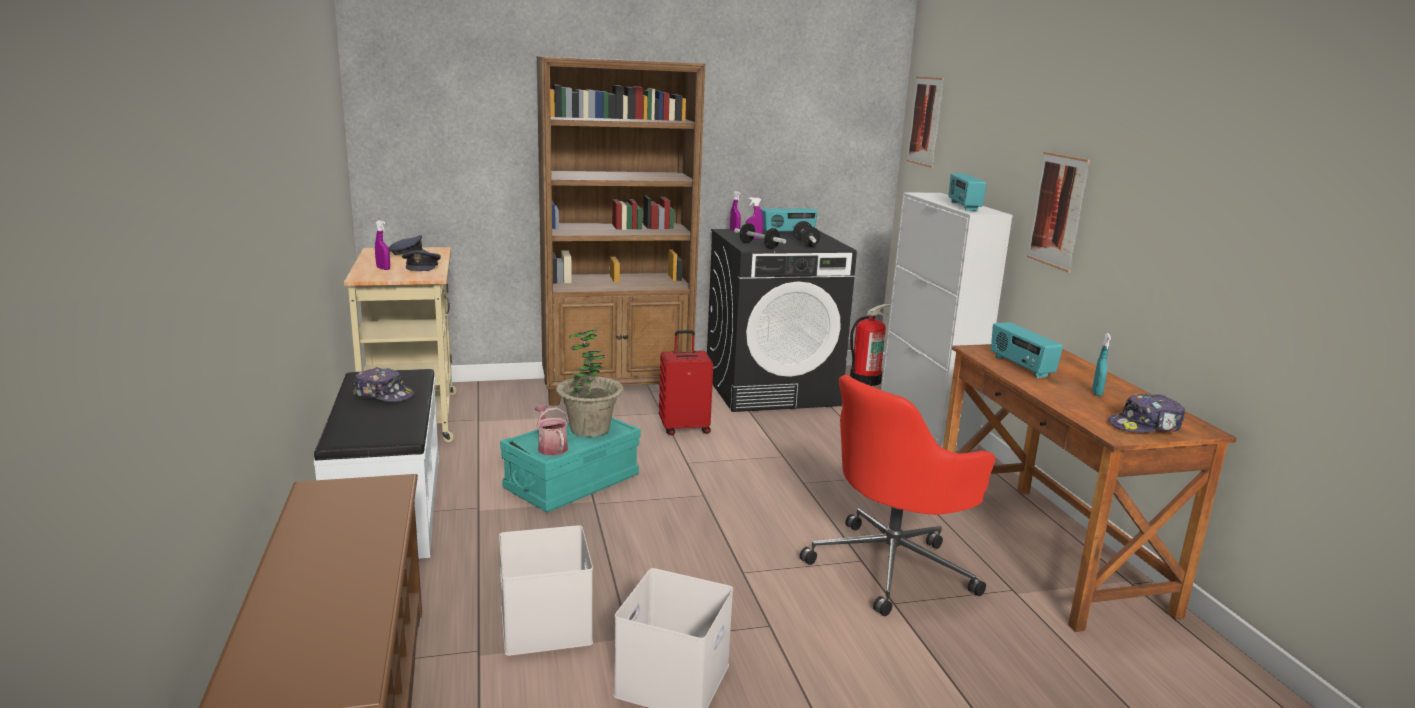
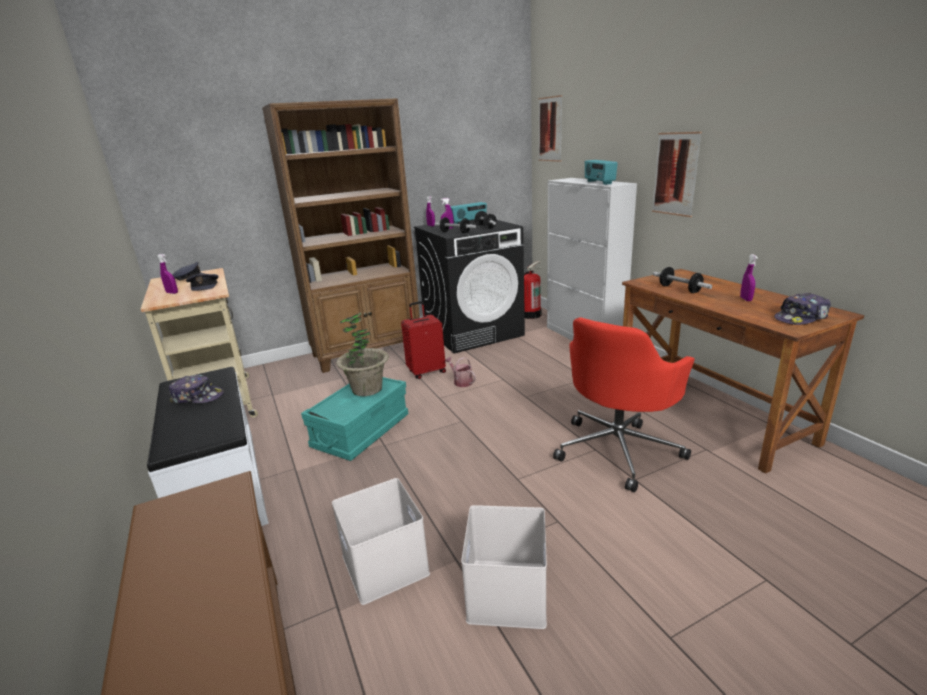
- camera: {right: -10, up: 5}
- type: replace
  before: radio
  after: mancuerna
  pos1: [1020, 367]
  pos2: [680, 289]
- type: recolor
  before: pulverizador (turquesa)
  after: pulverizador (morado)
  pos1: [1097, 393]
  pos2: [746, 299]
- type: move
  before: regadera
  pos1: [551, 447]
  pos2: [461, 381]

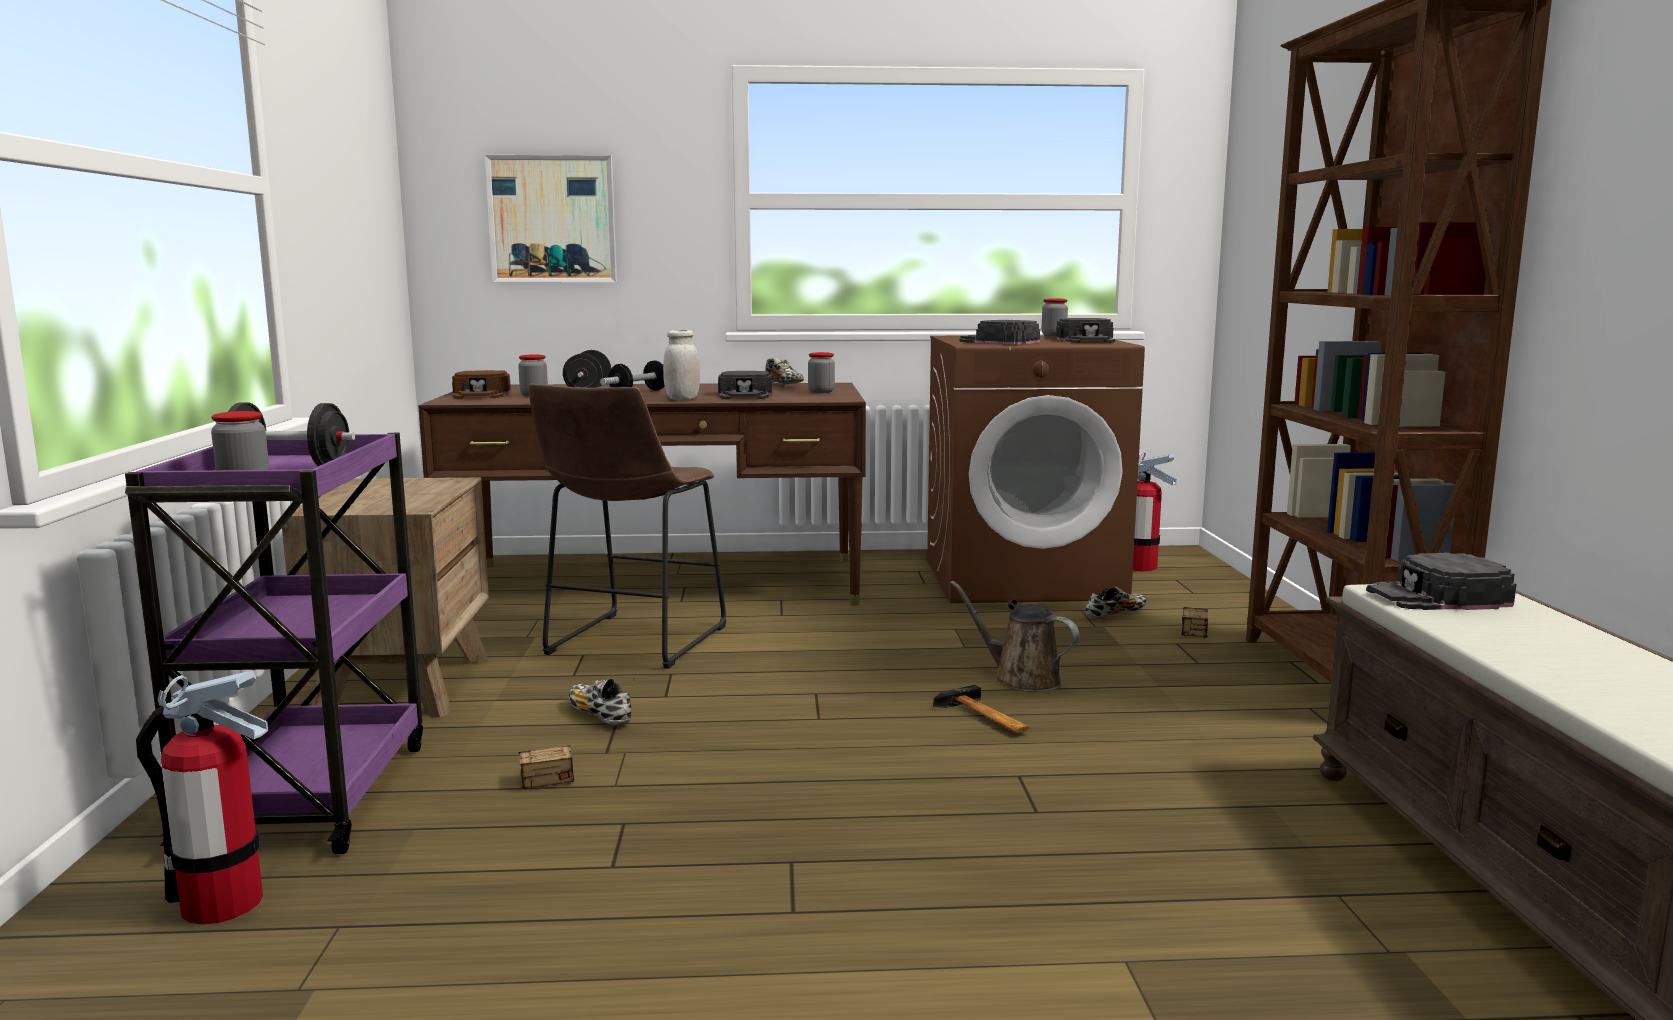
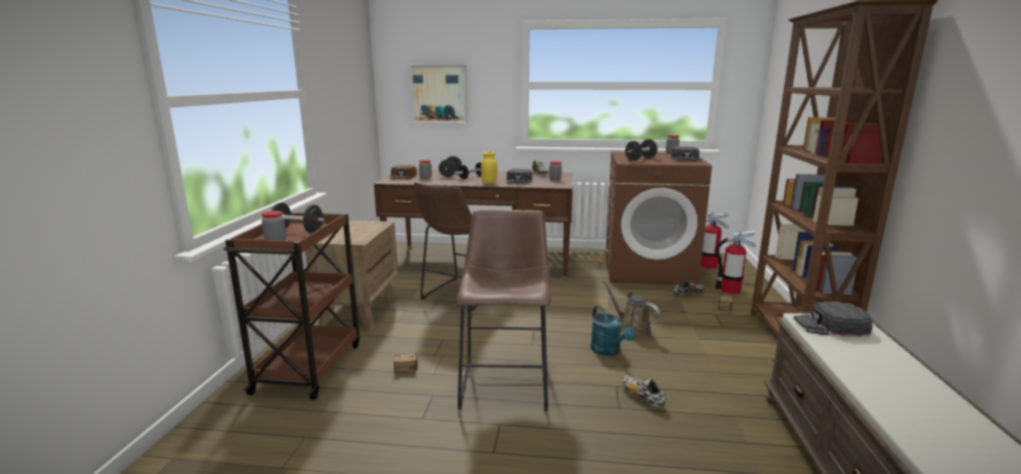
- camera: {right: 10, up: 5}
- type: replace
  before: gorra (negro)
  after: mancuerna (negro)
  pos1: [999, 342]
  pos2: [640, 159]
- type: recolor
  before: tarro (blanco)
  after: tarro (amarillo)
  pos1: [682, 399]
  pos2: [489, 183]
- type: recolor
  before: carrito (morado)
  after: carrito (marrón)
  pos1: [311, 794]
  pos2: [309, 366]
- type: move
  before: extintor
  pos1: [220, 904]
  pos2: [730, 290]
- type: move
  before: zapato
  pos1: [599, 715]
  pos2: [642, 396]
- type: replace
  before: martillo
  after: regadera (turquesa)
  pos1: [985, 718]
  pos2: [609, 351]
- type: insert
  after: taburete (marrón)
  pos2: [505, 380]

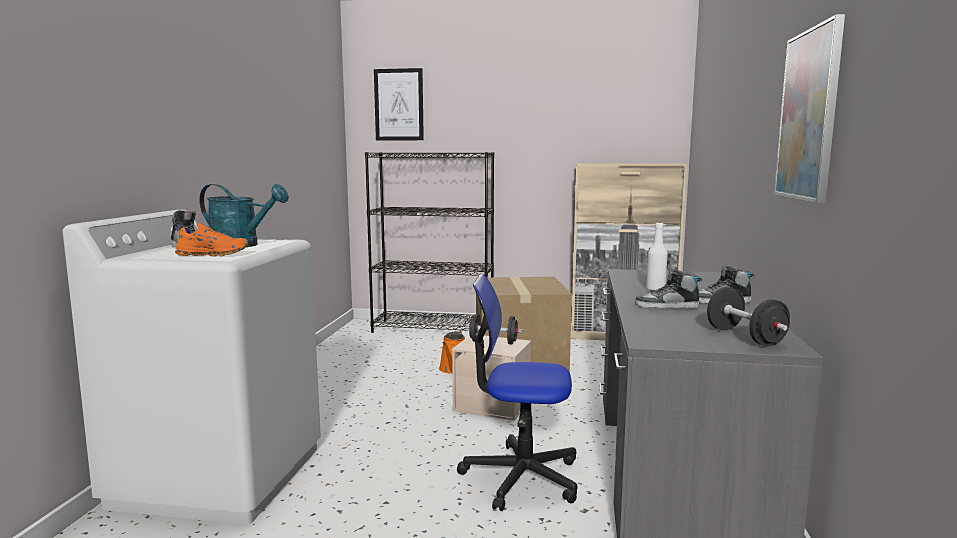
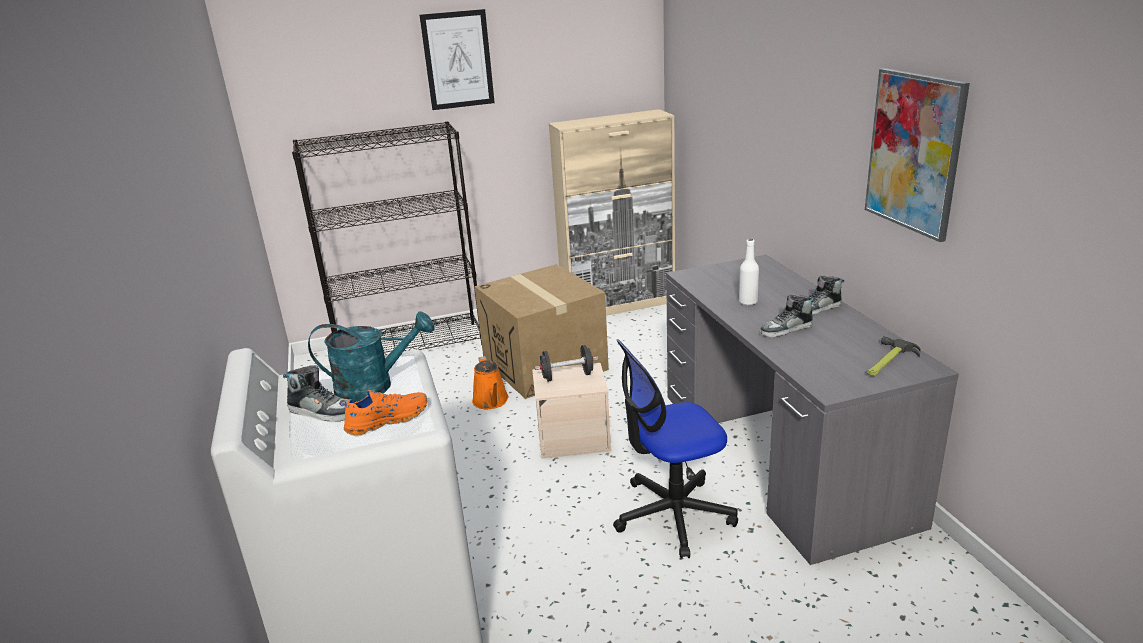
- camera: {right: -25, up: 15}
- type: move
  before: cuadro
  pos1: [399, 105]
  pos2: [458, 60]
- type: replace
  before: mancuerna (negro)
  after: martillo
  pos1: [745, 337]
  pos2: [887, 361]

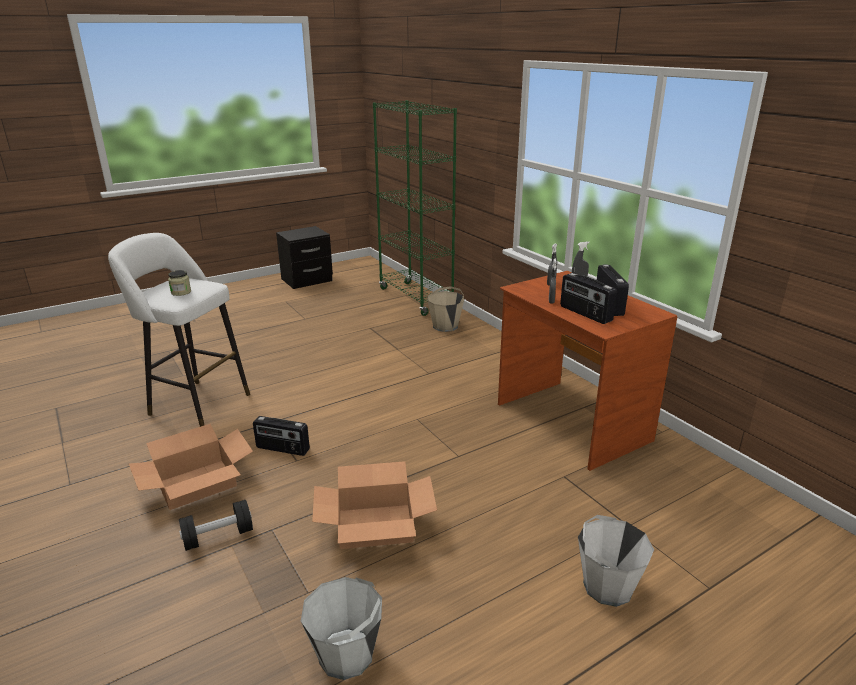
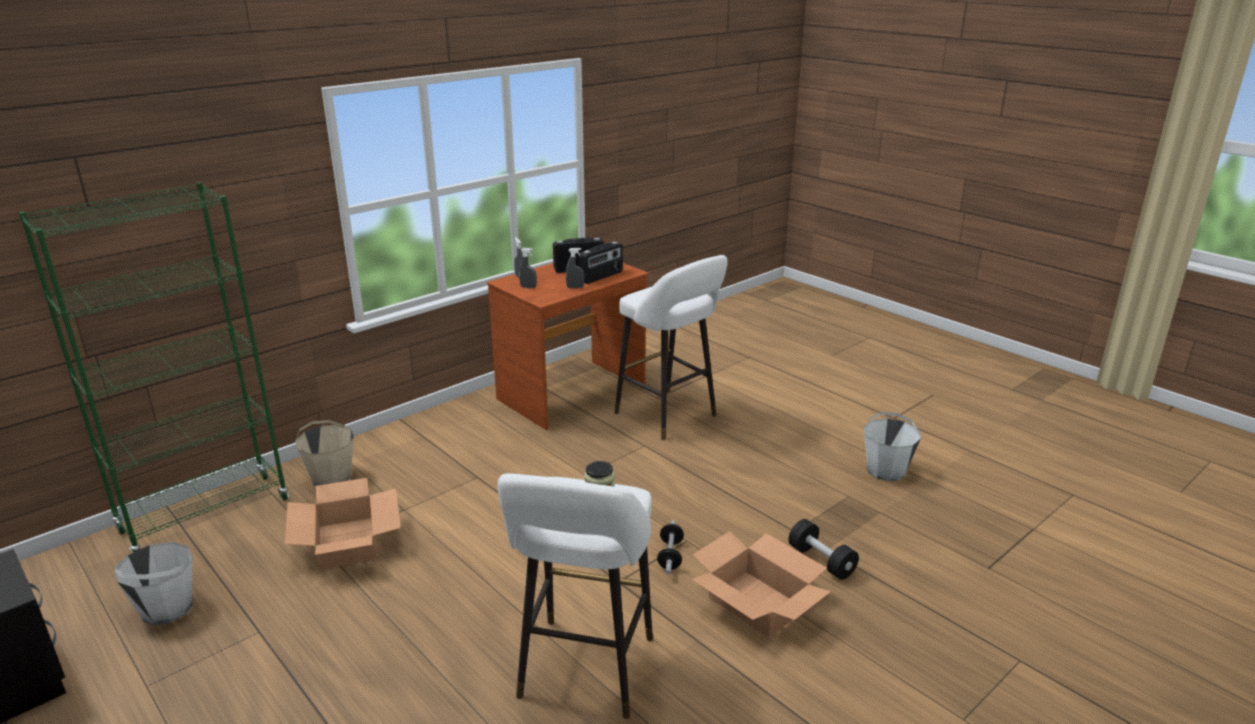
- camera: {right: -100, up: 0}
- type: replace
  before: radio
  after: mancuerna
  pos1: [282, 449]
  pos2: [670, 556]
- type: move
  before: caja de cartón
  pos1: [375, 526]
  pos2: [347, 542]
- type: move
  before: cubo (blanco)
  pos1: [607, 586]
  pos2: [166, 608]
- type: insert
  after: taburete (blanco)
  pos2: [669, 416]

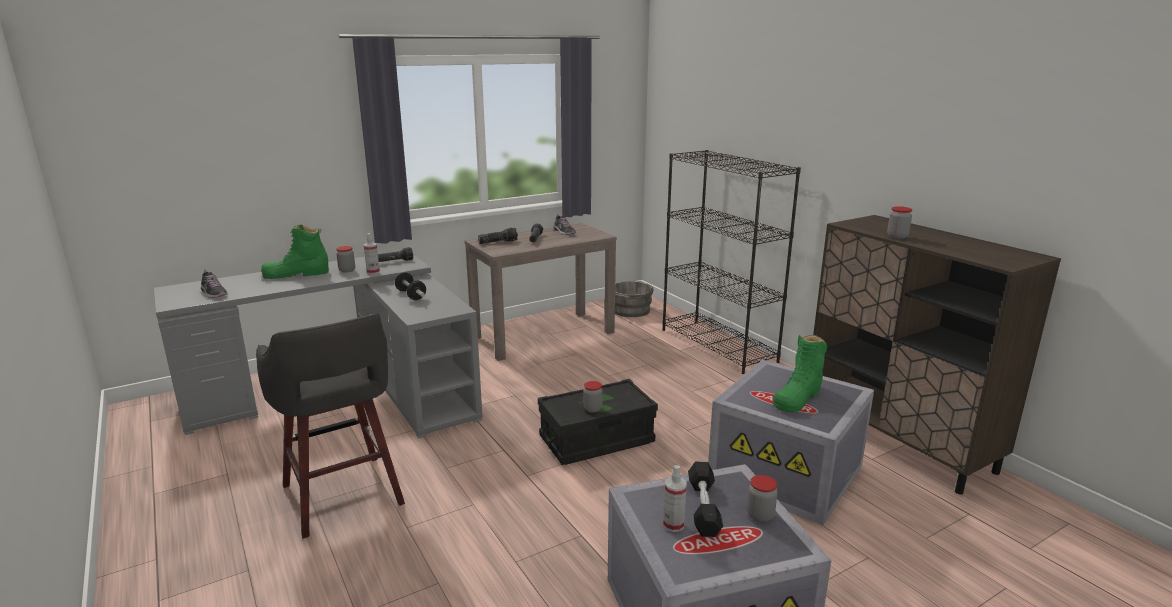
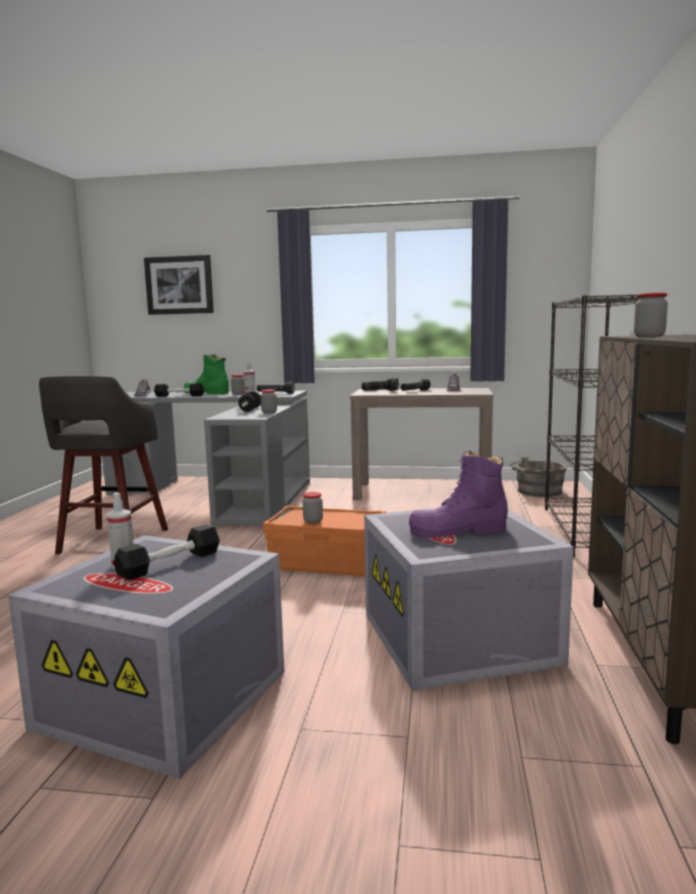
- camera: {right: 40, up: -10}
- type: recolor
  before: bota (verde)
  after: bota (morado)
  pos1: [798, 397]
  pos2: [458, 531]
- type: recolor
  before: caja de almacenaje (negro)
  after: caja de almacenaje (naranja)
  pos1: [596, 440]
  pos2: [327, 562]
- type: move
  before: tarro
  pos1: [760, 515]
  pos2: [269, 412]
- type: insert
  after: cuadro
  pos2: [179, 285]
- type: insert
  after: mancuerna (negro)
  pos2: [179, 396]

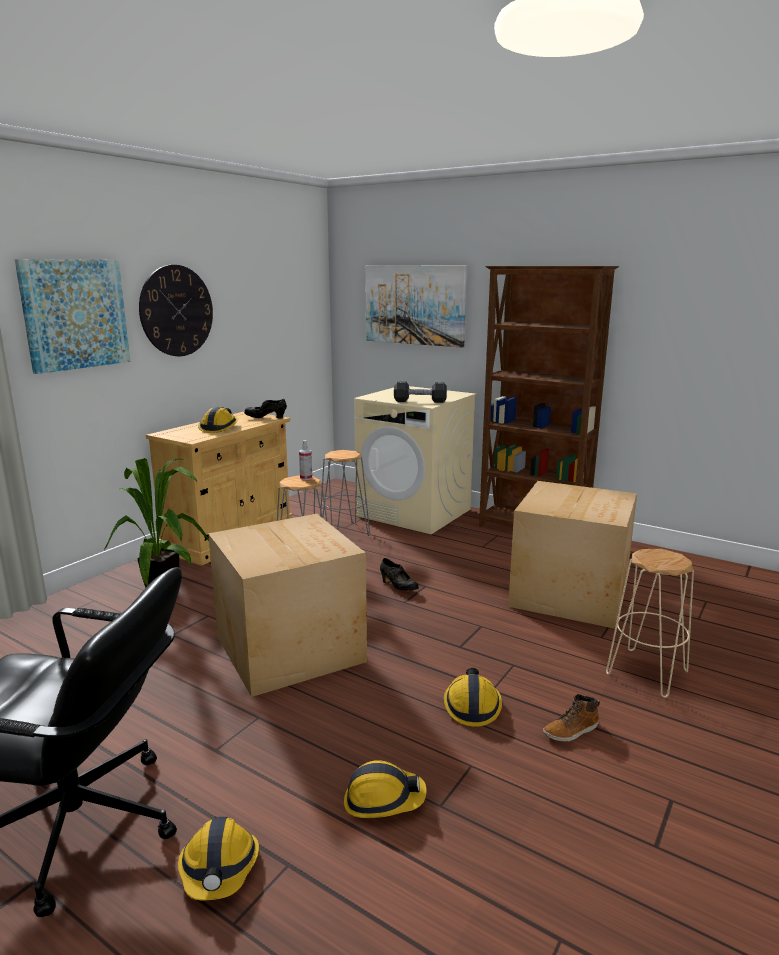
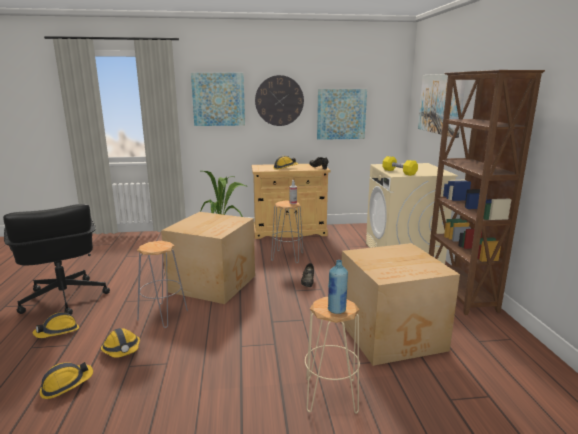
- camera: {right: 50, up: 0}
- type: recolor
  before: mancuerna (negro)
  after: mancuerna (amarillo)
  pos1: [420, 401]
  pos2: [399, 172]
- type: move
  before: taburete (gris)
  pos1: [344, 532]
  pos2: [163, 315]
- type: move
  before: casco
  pos1: [472, 705]
  pos2: [66, 385]
- type: delete
  before: bota
  pos1: [571, 731]
- type: insert
  after: cuadro
  pos2: [341, 114]
- type: insert
  after: botella (azul)
  pos2: [336, 310]

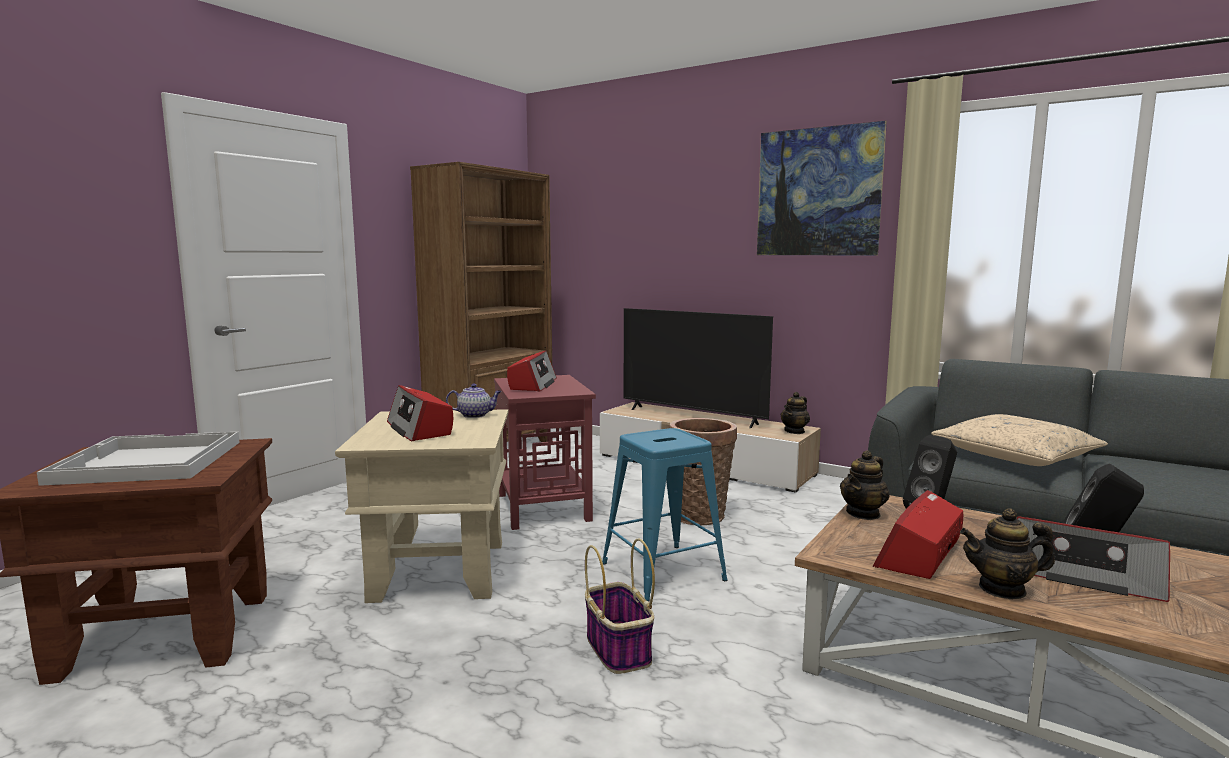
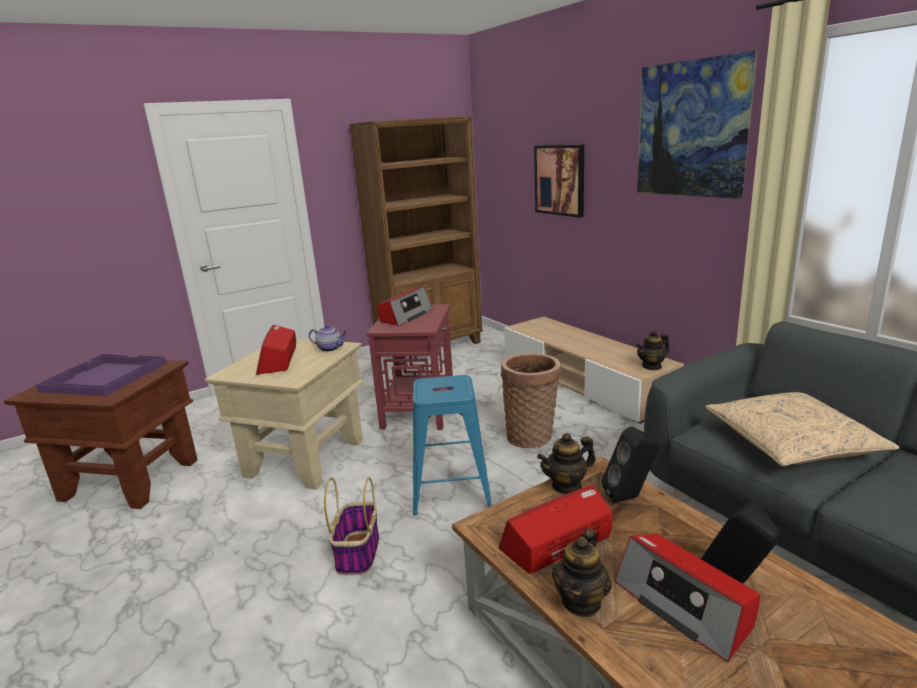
- camera: {right: 25, up: 10}
- type: delete
  before: televisor
  pos1: [692, 416]
- type: recolor
  before: bandeja (blanco)
  after: bandeja (morado)
  pos1: [147, 462]
  pos2: [103, 377]
- type: rotate
  before: tetera
  pos1: [1002, 589]
  pos2: [581, 601]
  turn: -90
- type: insert
  after: cuadro
  pos2: [560, 180]

